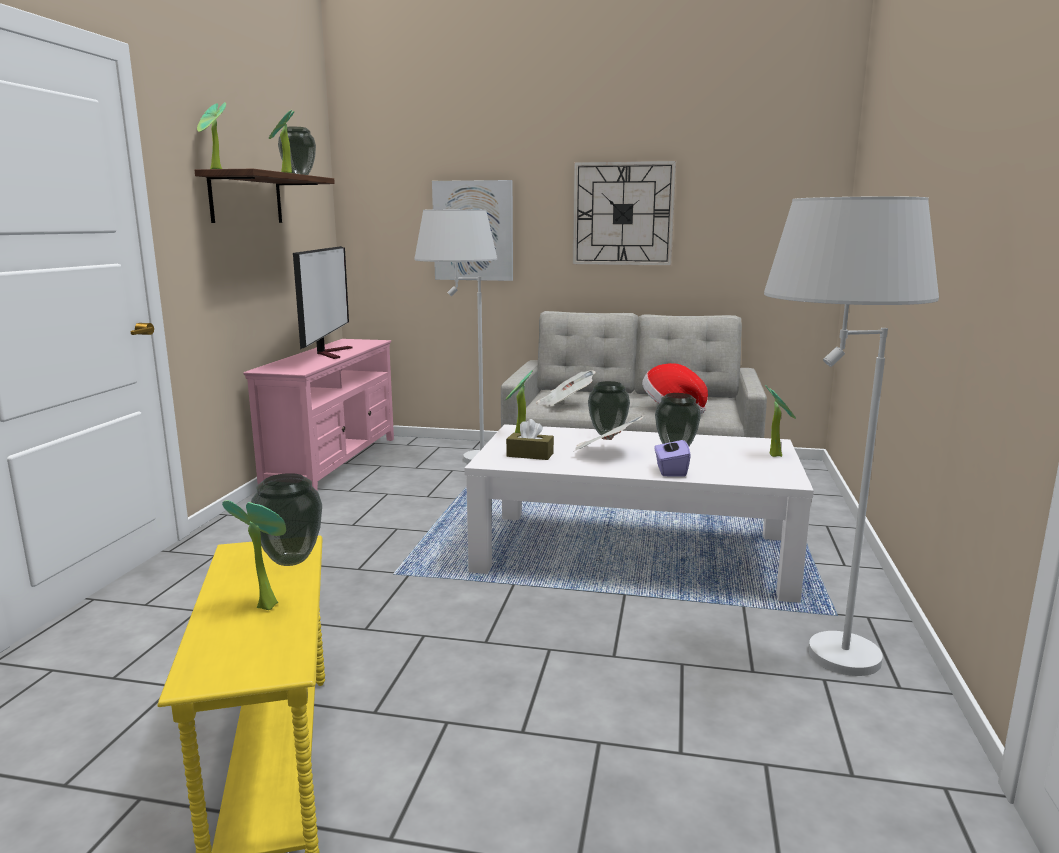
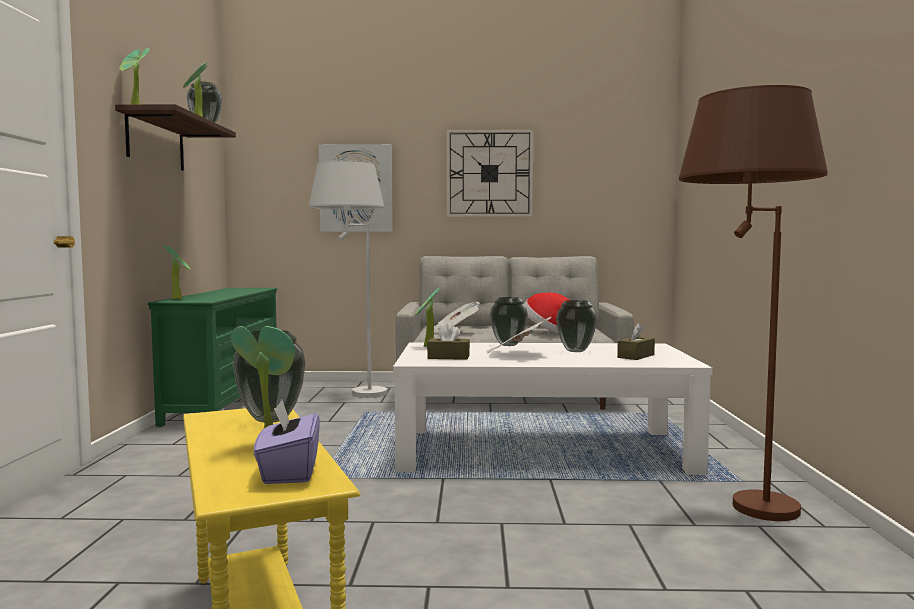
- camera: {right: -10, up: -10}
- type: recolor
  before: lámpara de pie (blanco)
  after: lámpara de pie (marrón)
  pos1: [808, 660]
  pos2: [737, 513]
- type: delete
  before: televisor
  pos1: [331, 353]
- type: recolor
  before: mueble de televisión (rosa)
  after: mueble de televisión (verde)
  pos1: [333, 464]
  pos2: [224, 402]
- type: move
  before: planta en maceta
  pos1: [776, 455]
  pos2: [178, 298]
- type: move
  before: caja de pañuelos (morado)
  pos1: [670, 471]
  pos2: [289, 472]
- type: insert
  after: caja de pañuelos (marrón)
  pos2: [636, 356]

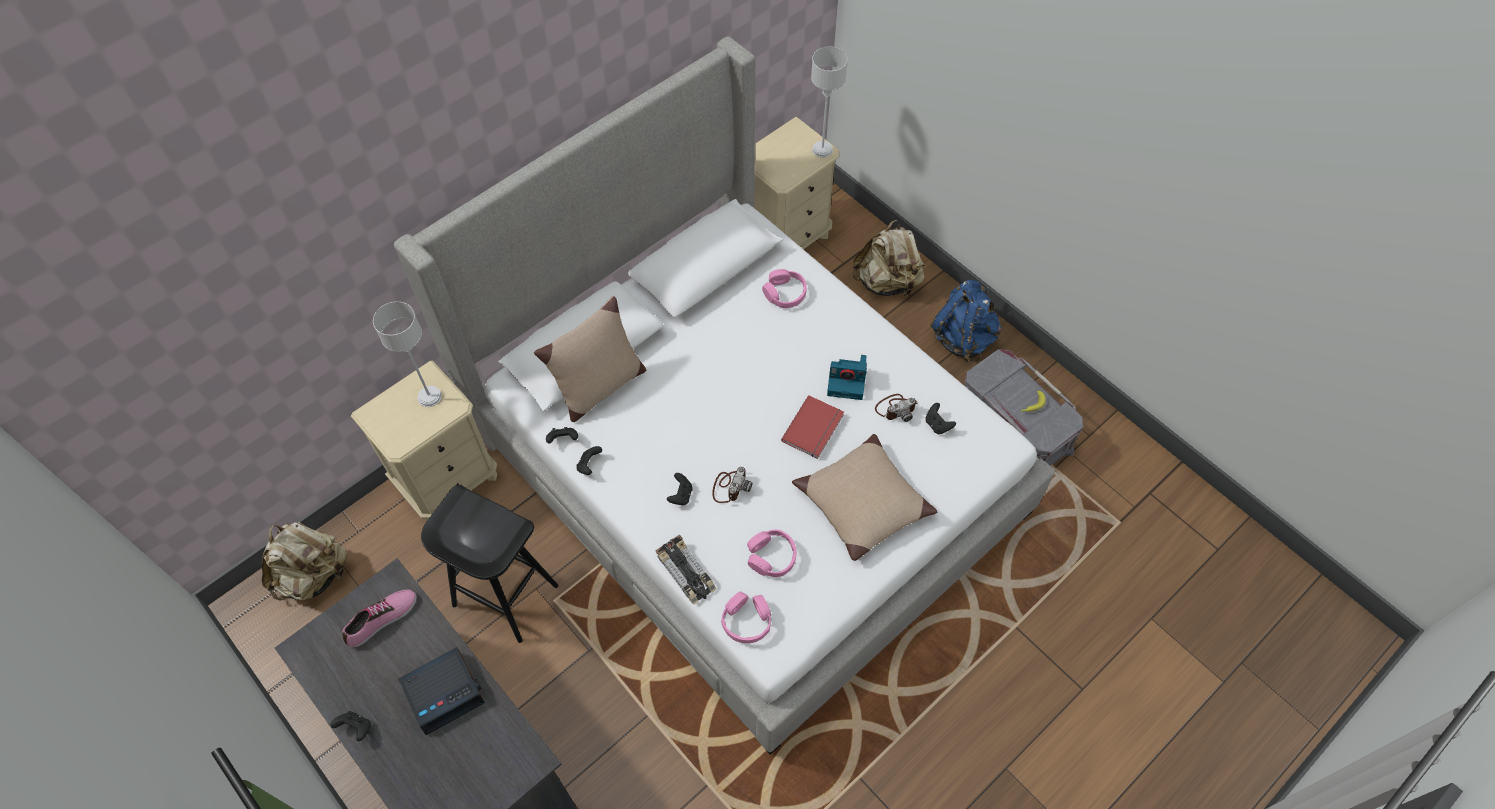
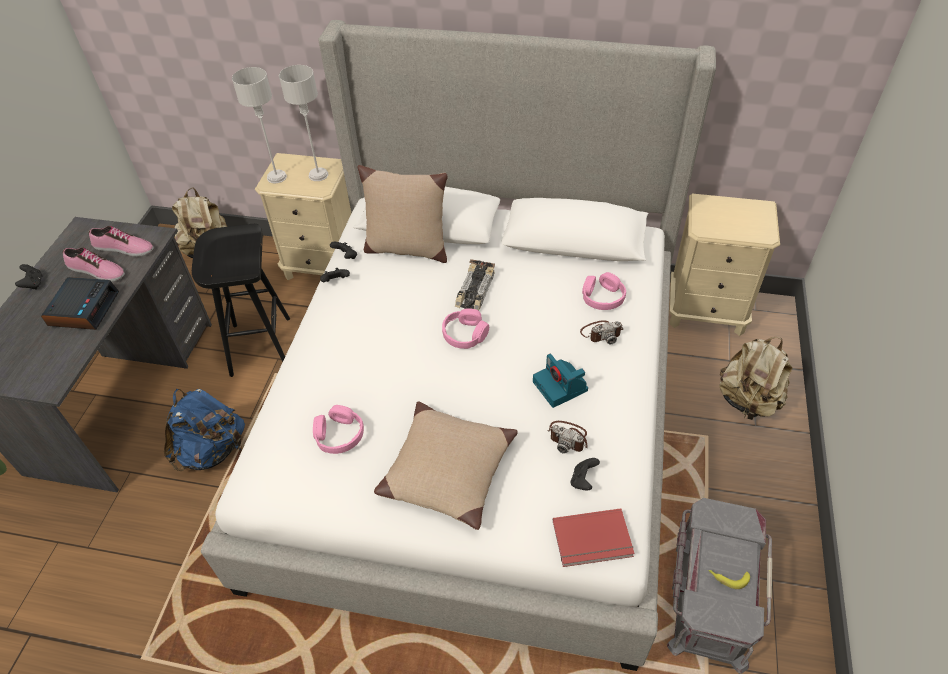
- camera: {right: 55, up: -10}
- type: move
  before: lámpara de mesa (gris)
  pos1: [822, 150]
  pos2: [276, 177]
- type: move
  before: mochila (azul)
  pos1: [963, 338]
  pos2: [212, 450]
- type: move
  before: libro (rojo)
  pos1: [814, 428]
  pos2: [593, 541]
- type: move
  before: cámara
  pos1: [730, 486]
  pos2: [601, 333]
- type: delete
  before: mando de consola (negro)
  pos1: [681, 495]
- type: move
  before: coche de juguete
  pos1: [686, 573]
  pos2: [475, 291]
- type: move
  before: auriculares (rosa)
  pos1: [746, 621]
  pos2: [465, 334]
- type: rotate
  before: despertador
  pos1: [444, 692]
  pos2: [84, 308]
  turn: -105
- type: insert
  after: zapato
  pos2: [96, 271]

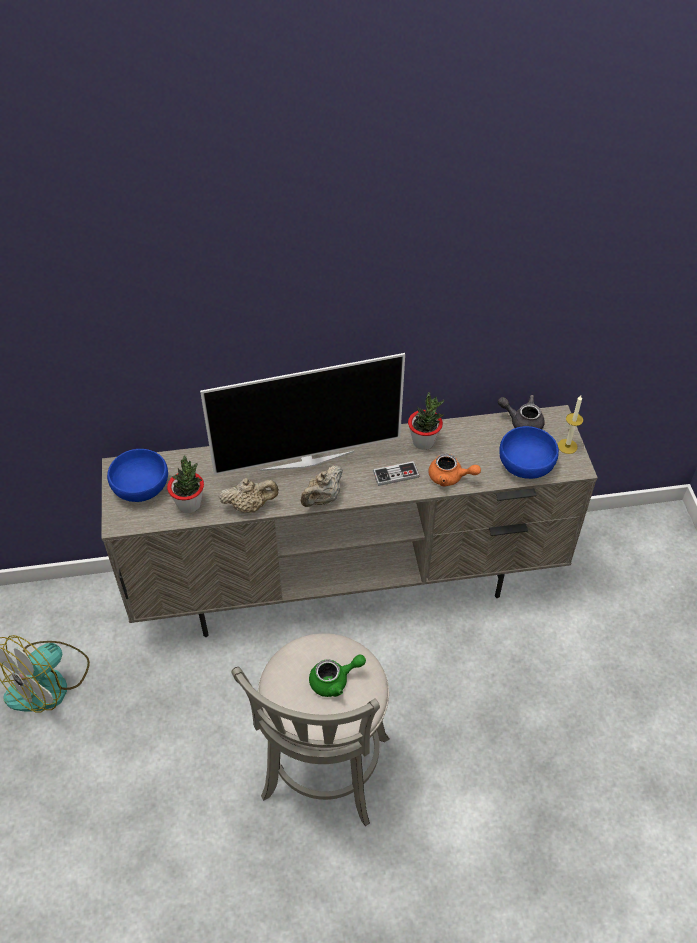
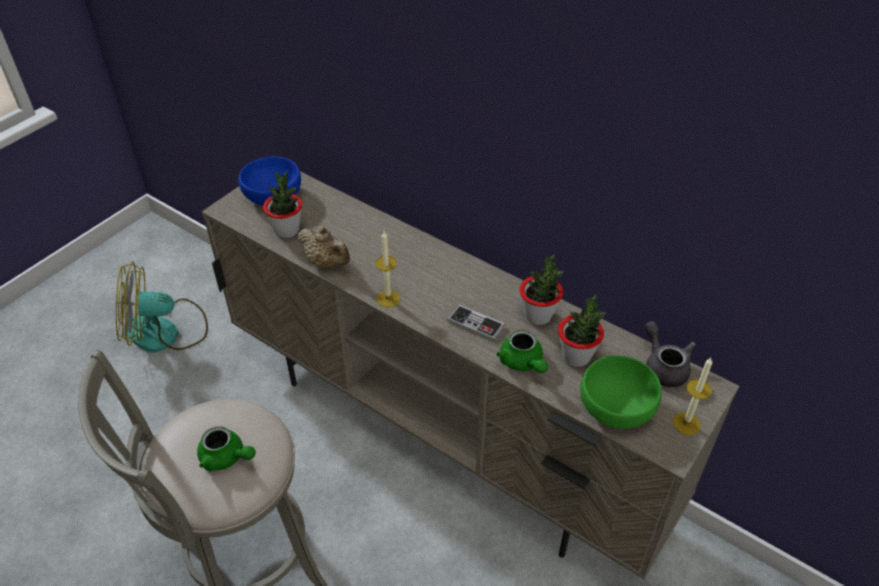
- camera: {right: 45, up: -5}
- type: delete
  before: televisor
  pos1: [307, 459]
- type: recolor
  before: cuenco (azul)
  after: cuenco (verde)
  pos1: [525, 464]
  pos2: [616, 406]
- type: recolor
  before: tetera (naranja)
  after: tetera (verde)
  pos1: [450, 477]
  pos2: [522, 363]
- type: replace
  before: tetera (beis)
  after: vela
  pos1: [322, 499]
  pos2: [388, 298]
- type: insert
  after: planta en maceta
  pos2: [576, 356]

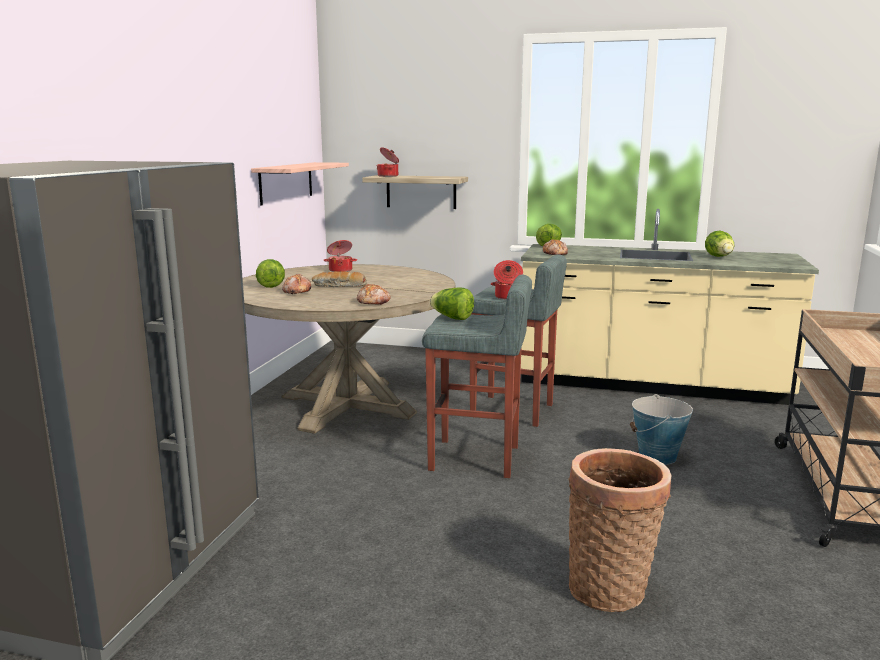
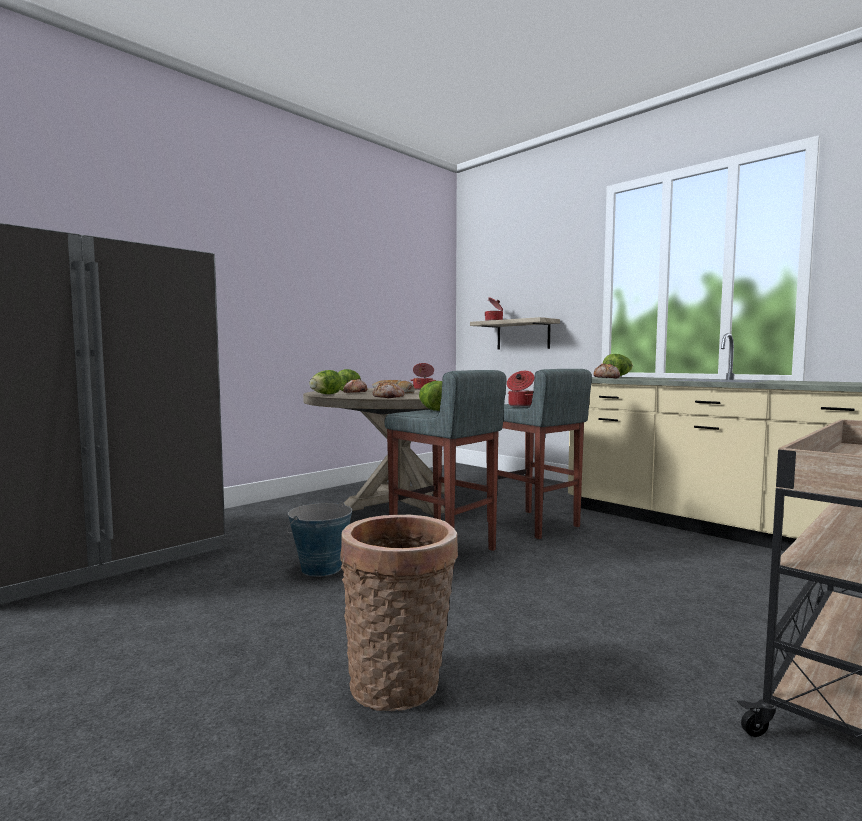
- camera: {right: 30, up: -10}
- type: delete
  before: estante
  pos1: [286, 182]
- type: move
  before: lechuga
  pos1: [720, 257]
  pos2: [325, 394]
- type: move
  before: cubo
  pos1: [657, 457]
  pos2: [321, 568]

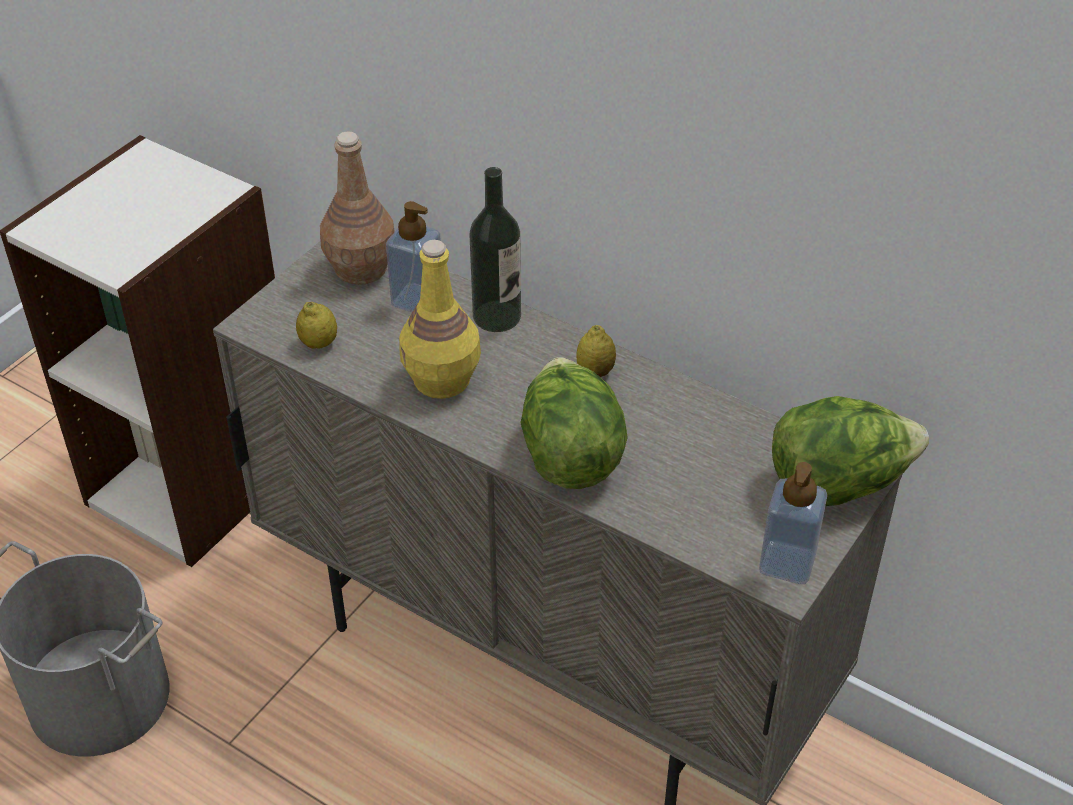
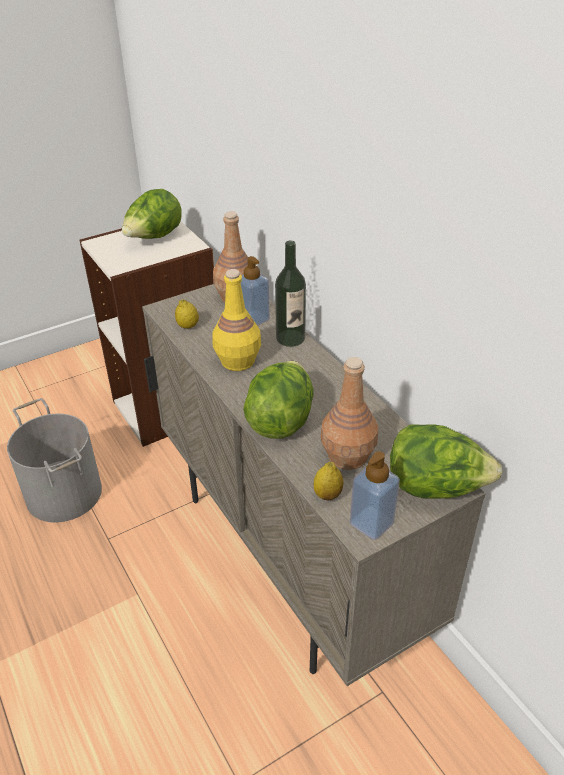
- camera: {right: 25, up: -5}
- type: move
  before: limón
  pos1: [595, 371]
  pos2: [327, 495]
- type: insert
  after: lechuga
  pos2: [154, 238]
- type: insert
  after: botella (marrón)
  pos2: [347, 456]

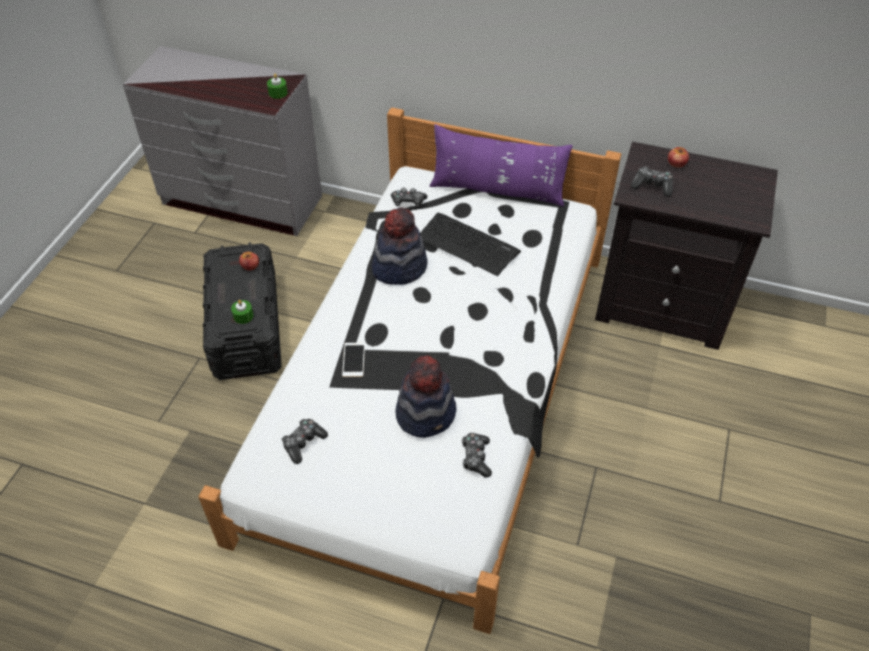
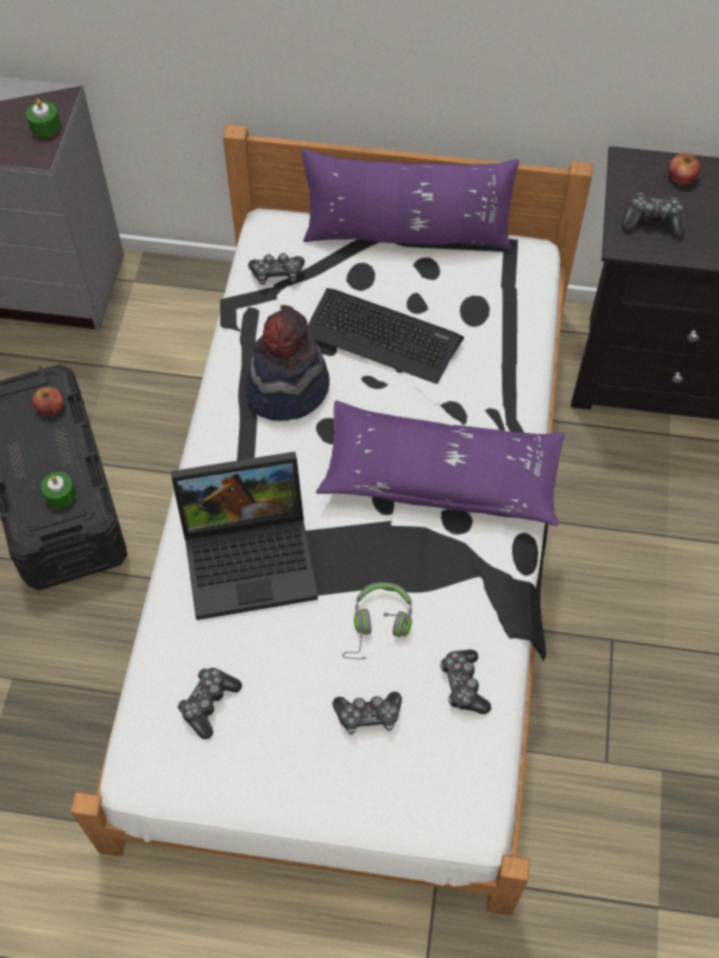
- camera: {right: -10, up: 10}
- type: replace
  before: móvil
  after: portátil
  pos1: [353, 360]
  pos2: [252, 555]
- type: replace
  before: sombrero
  after: auriculares (gris)
  pos1: [426, 413]
  pos2: [378, 626]
- type: insert
  after: cojín (morado)
  pos2: [441, 476]
- type: insert
  after: mando de consola
  pos2: [368, 716]

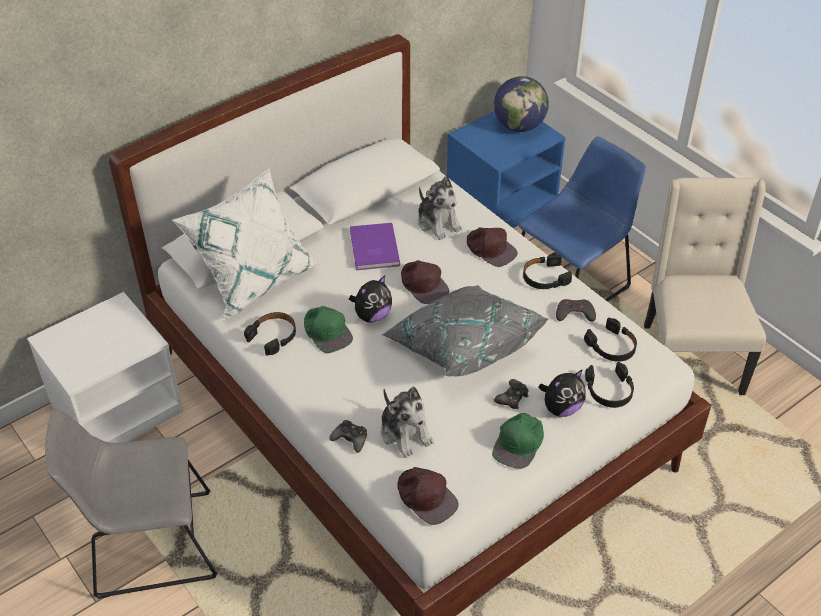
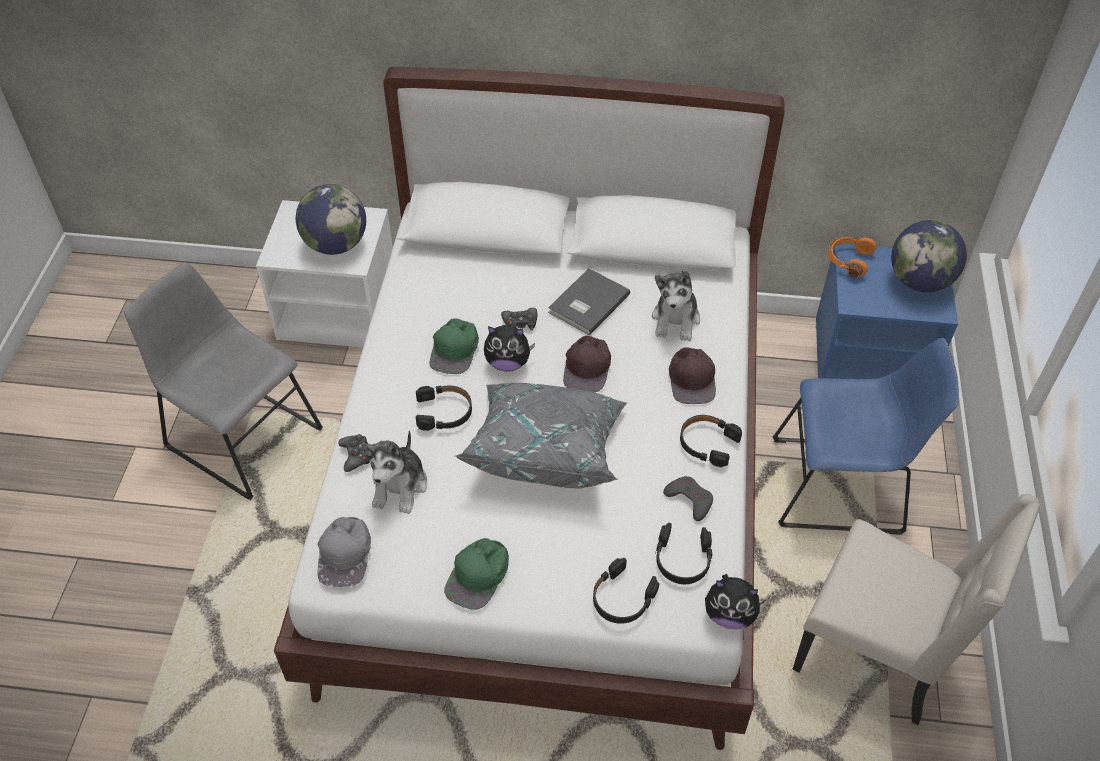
- camera: {right: 45, up: 5}
- type: delete
  before: cojín (blanco)
  pos1: [254, 278]
- type: rotate
  before: silla (beis)
  pos1: [689, 357]
  pos2: [877, 653]
  turn: 75
- type: recolor
  before: libro (morado)
  after: libro (gris)
  pos1: [373, 249]
  pos2: [586, 303]
- type: move
  before: auriculares (negro)
  pos1: [273, 336]
  pos2: [444, 412]
- type: move
  before: peluche
  pos1: [561, 408]
  pos2: [729, 615]
- type: move
  before: mando de consola (negro)
  pos1: [512, 398]
  pos2: [520, 322]
- type: rotate
  before: gorra (verde)
  pos1: [519, 443]
  pos2: [478, 575]
  turn: -45
- type: recolor
  before: gorra (marrón)
  after: gorra (gris)
  pos1: [426, 497]
  pos2: [345, 554]
- type: insert
  after: globo terráqueo
  pos2: [336, 245]
- type: insert
  after: auriculares (naranja)
  pos2: [848, 260]

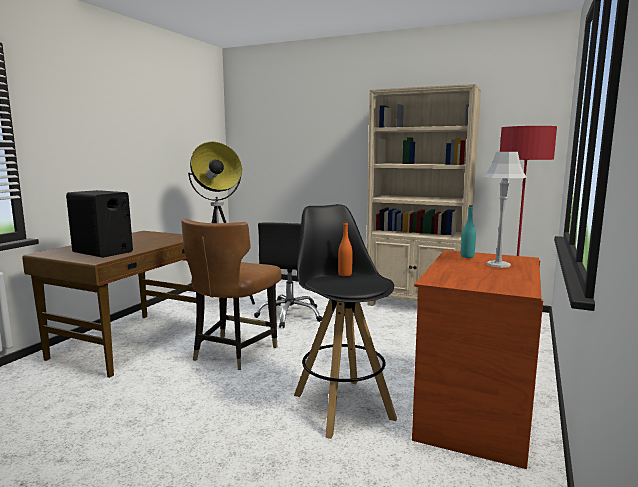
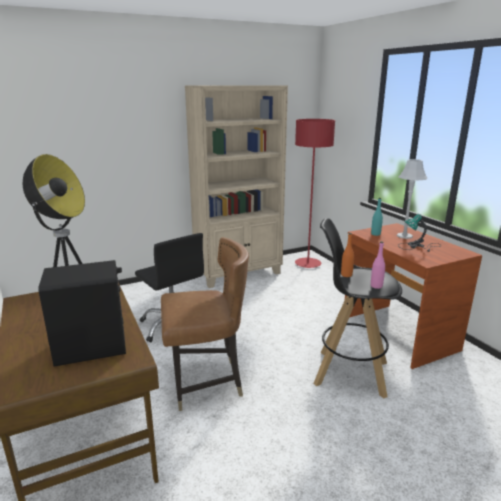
- camera: {right: -50, up: 10}
- type: rotate
  before: silla (marrón)
  pos1: [233, 352]
  pos2: [206, 383]
  turn: -75
- type: insert
  after: lámpara de mesa
  pos2: [419, 246]
- type: insert
  after: botella (rosa)
  pos2: [376, 286]

